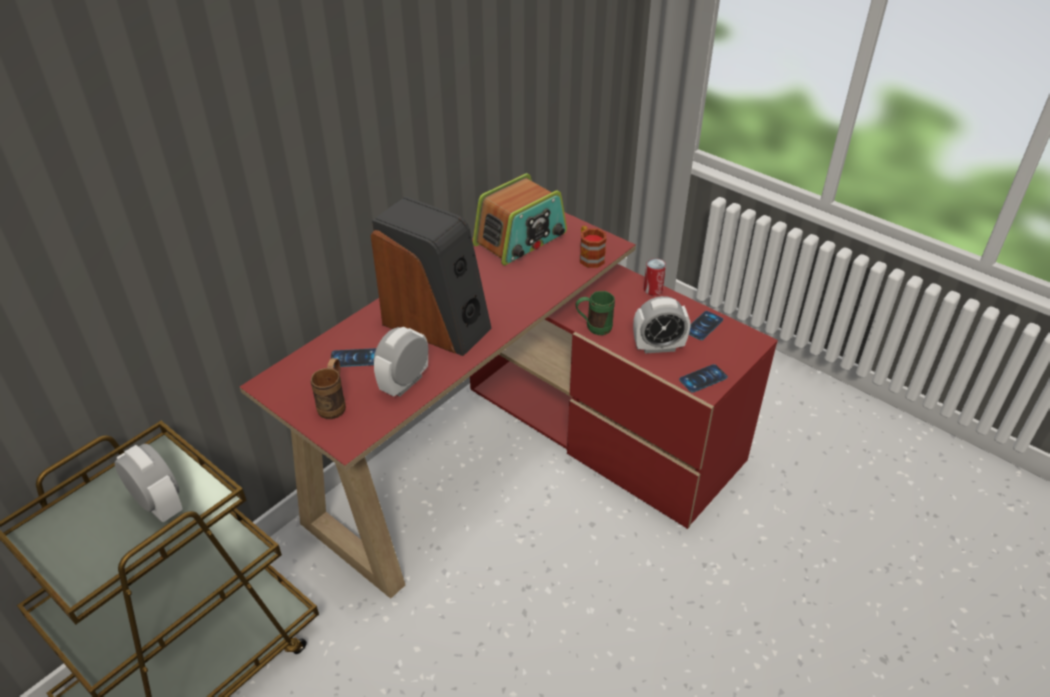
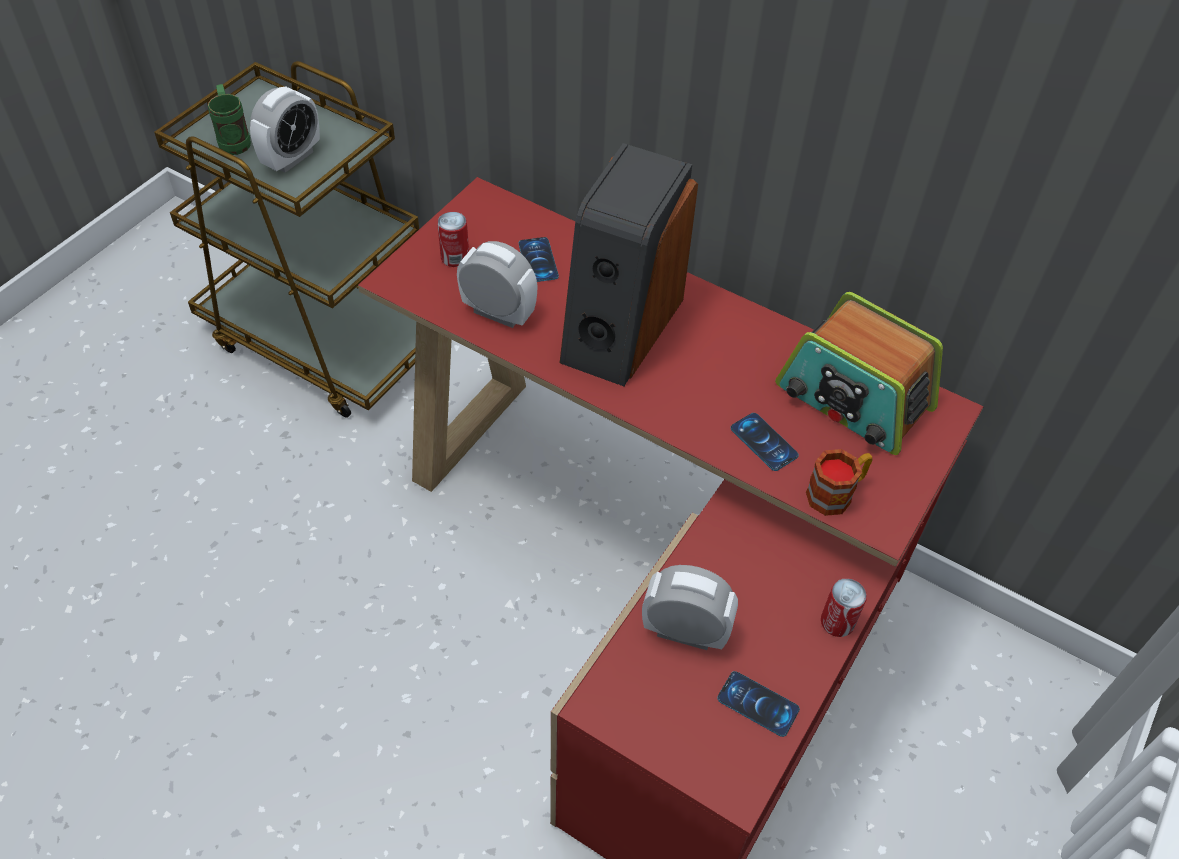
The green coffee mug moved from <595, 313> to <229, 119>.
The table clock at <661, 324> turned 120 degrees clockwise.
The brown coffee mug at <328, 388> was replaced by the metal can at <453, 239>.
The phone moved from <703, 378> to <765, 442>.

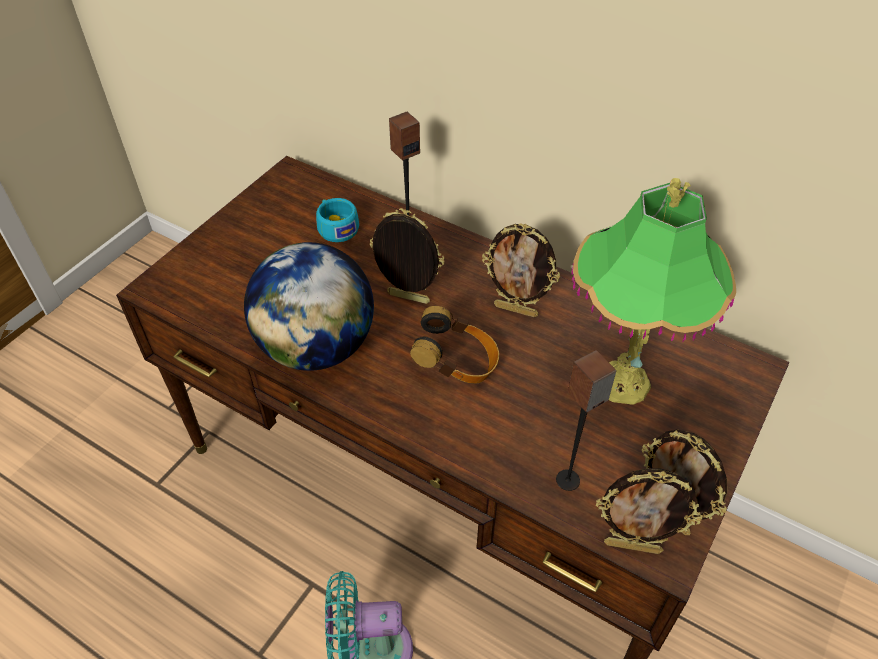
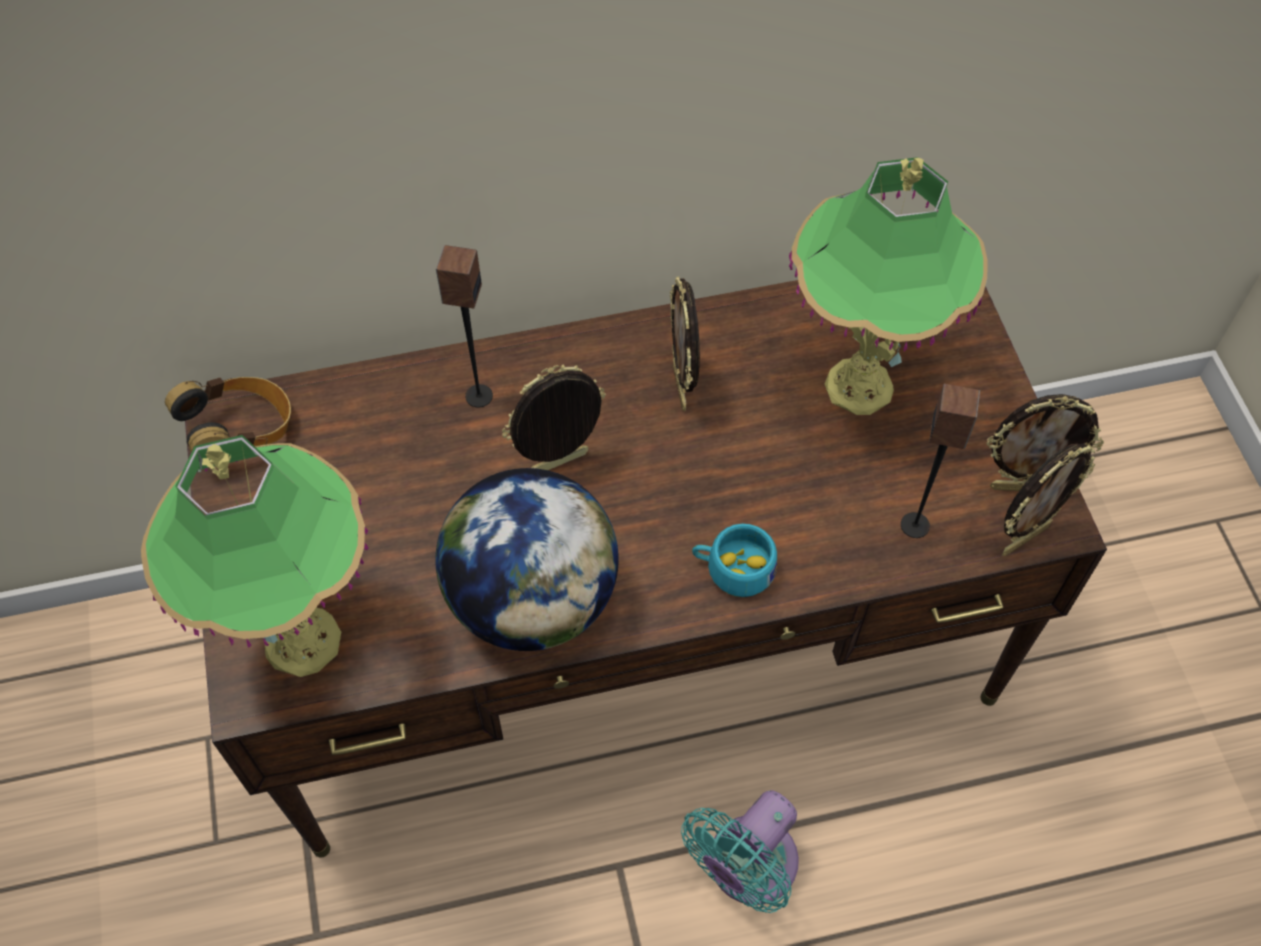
The turquoise cup moved from <337, 220> to <734, 560>.
The picture frame at <521, 271> turned 105 degrees clockwise.
The headphones moved from <454, 345> to <228, 414>.
The tabletop lamp at <255, 556> appeared.

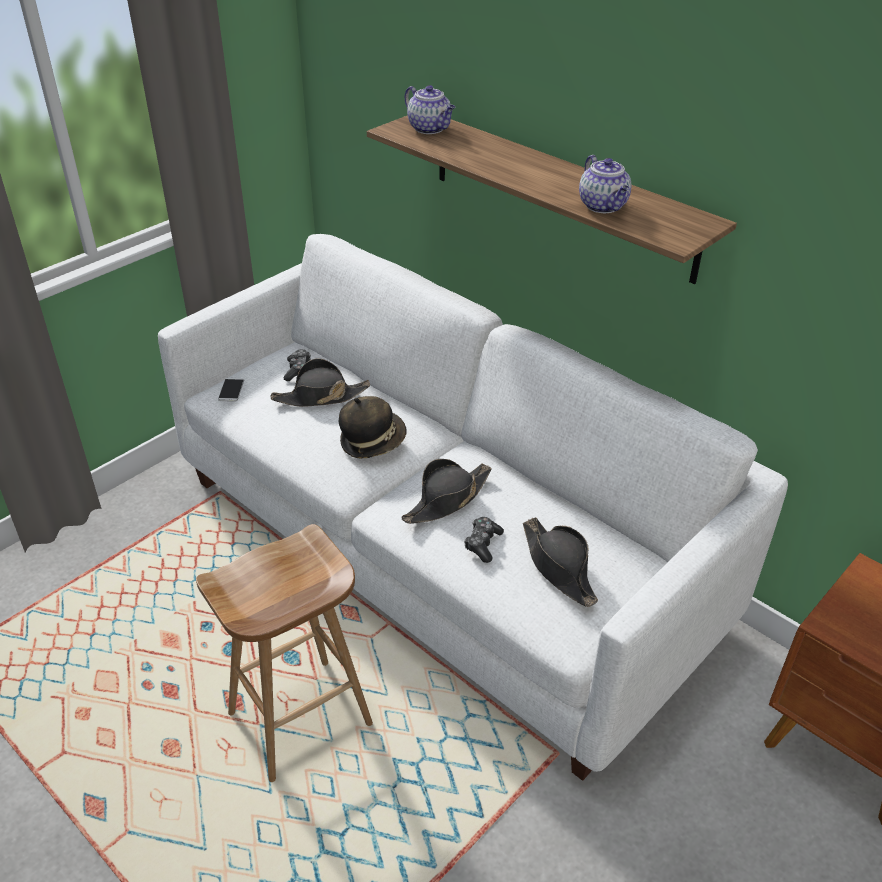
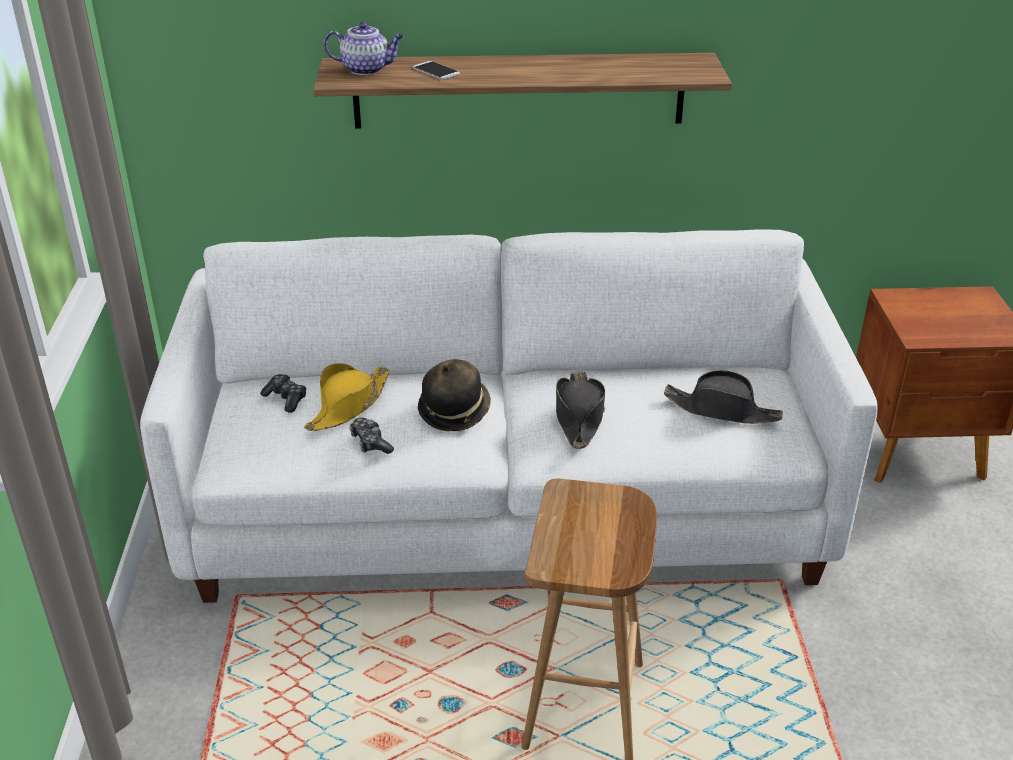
The tea pot at <605, 184> disappeared.
The black hat at <320, 382> became the yellowish hat at <347, 397>.
The phone moved from <231, 389> to <436, 70>.
The joypad moved from <484, 540> to <371, 436>.

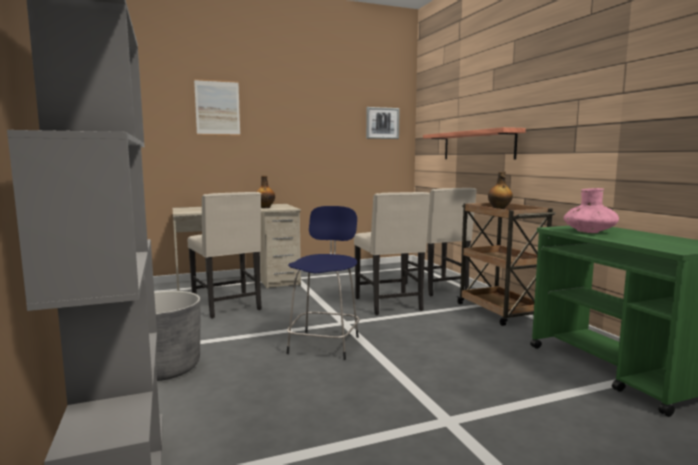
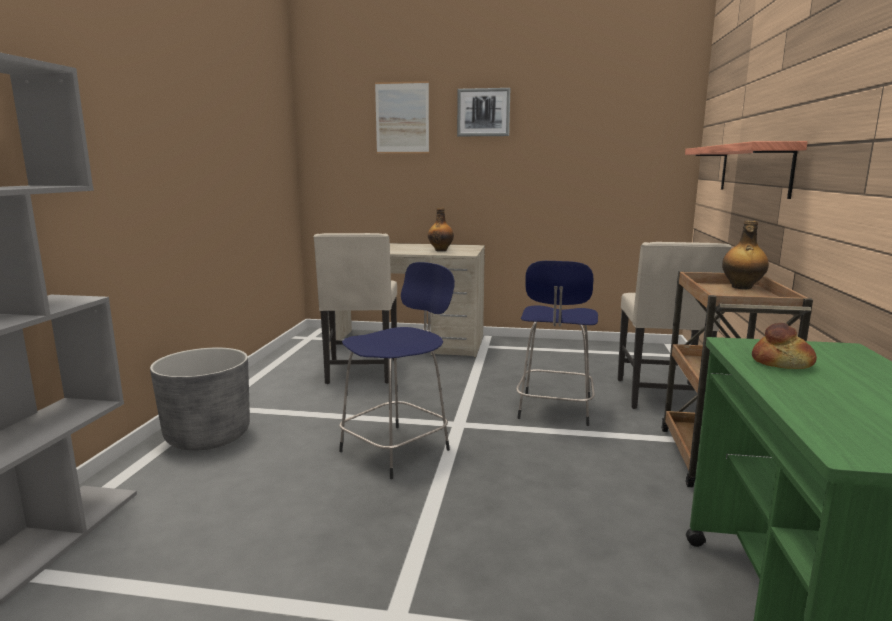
The wall art moved from <383, 123> to <483, 112>.
The pink decorative vase at <591, 210> was replaced by the bread at <784, 346>.
The sand-coloured chair at <392, 253> was replaced by the blue-coloured sitting stool at <557, 343>.

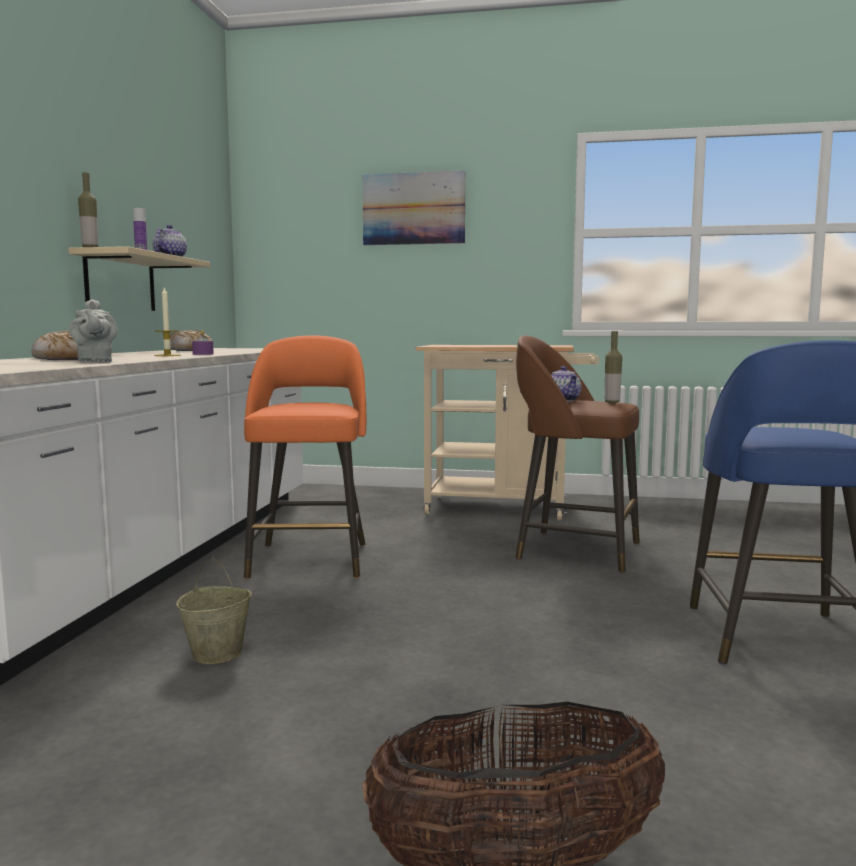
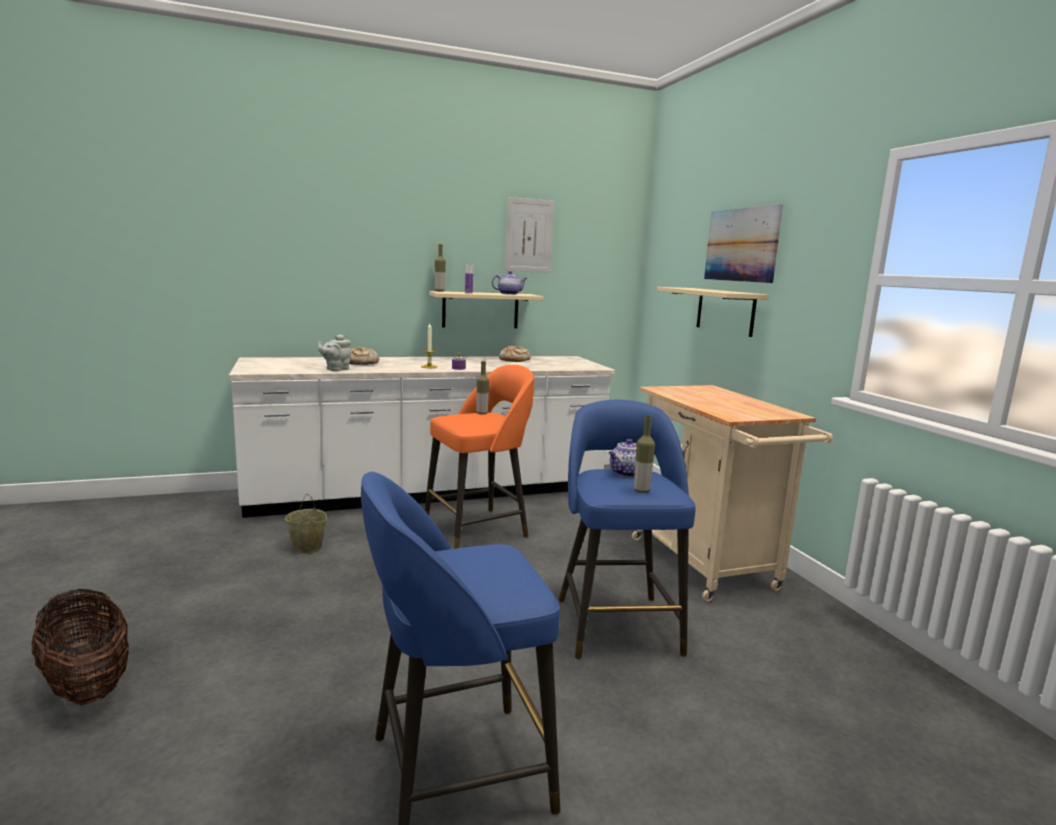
The brown sitting stool at <578, 454> became the blue-coloured sitting stool at <627, 529>.
The wall art at <529, 235> appeared.
The sand-coloured shelf at <712, 312> appeared.
The beverage bottle at <482, 388> appeared.

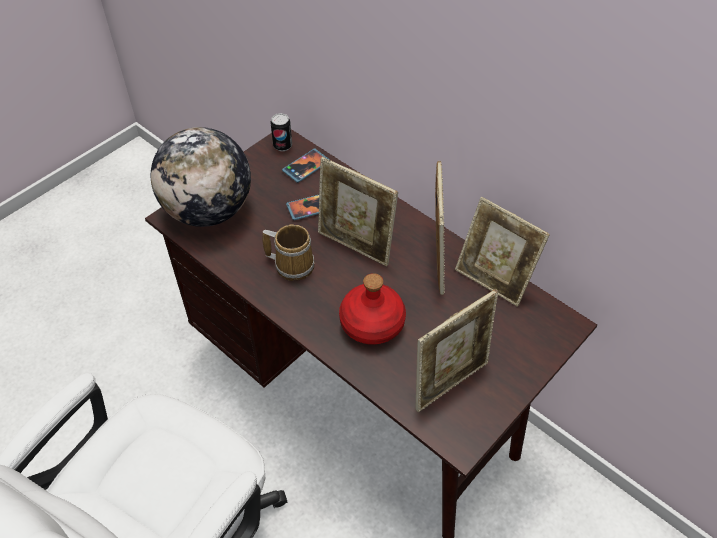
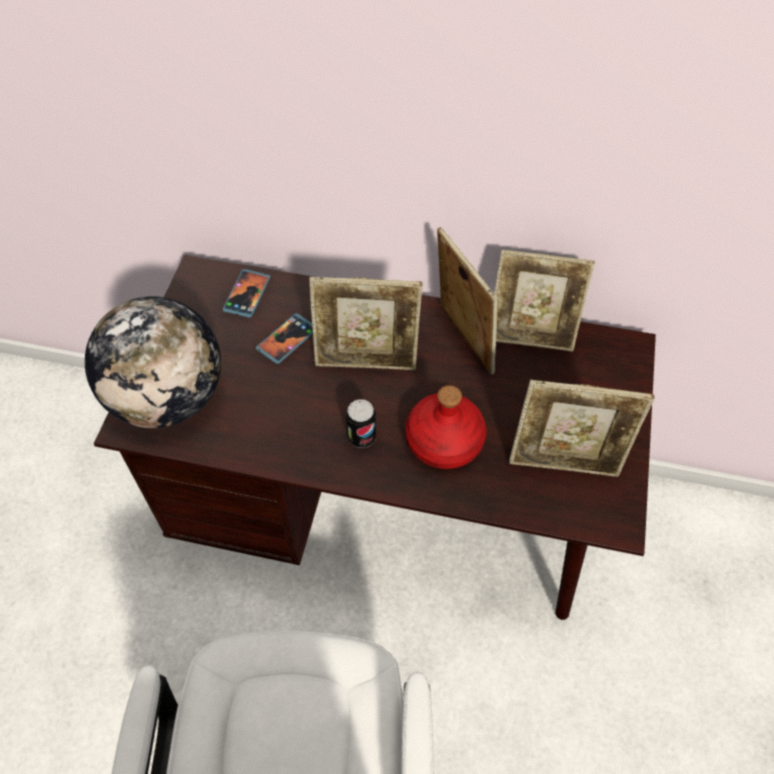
The metal can moved from <281, 132> to <361, 423>.
The coffee mug at <288, 252> disappeared.
The picture frame at <456, 350> turned 75 degrees clockwise.

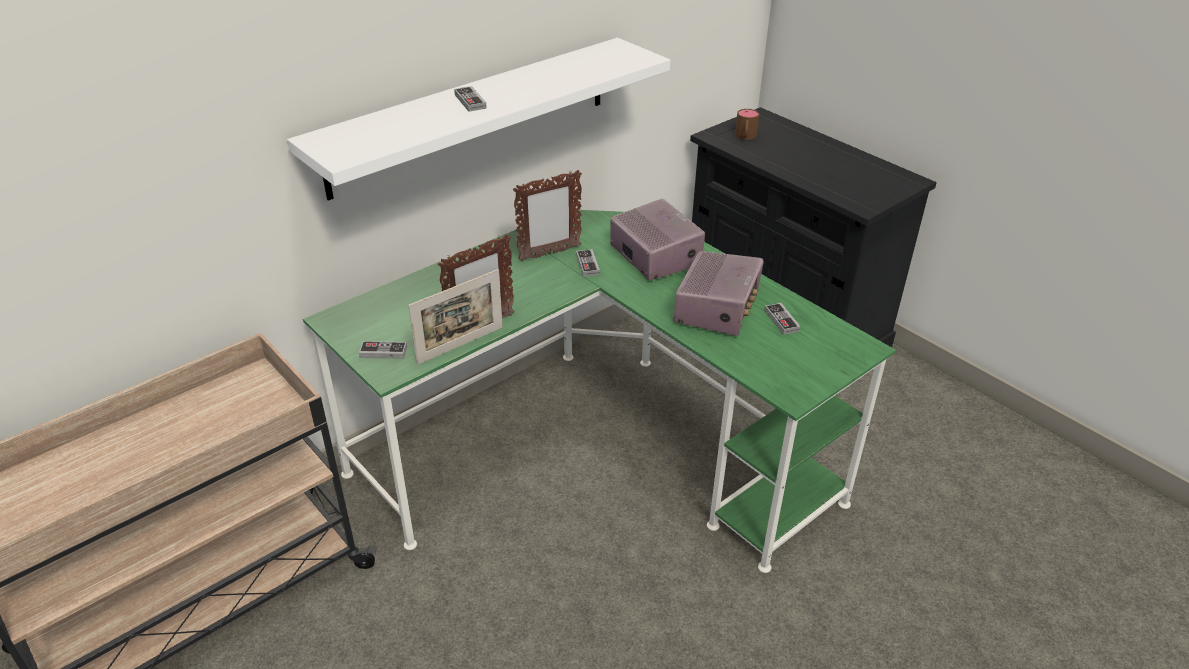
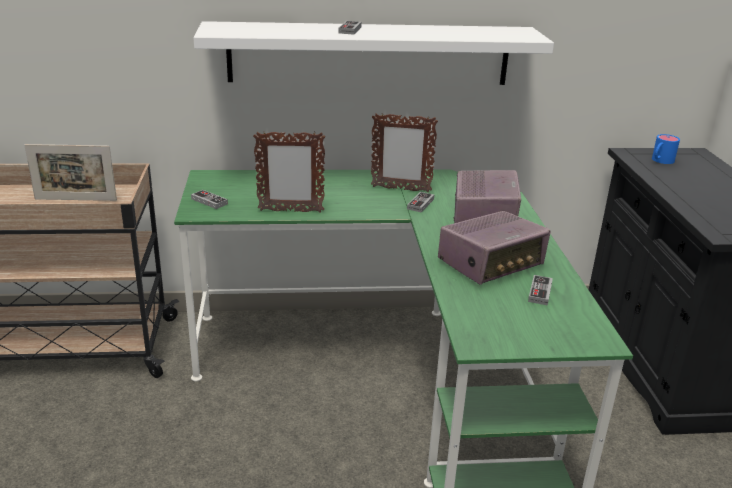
The brown coffee mug at <747, 124> became the blue-coloured coffee mug at <666, 149>.
The picture frame moved from <455, 317> to <70, 172>.

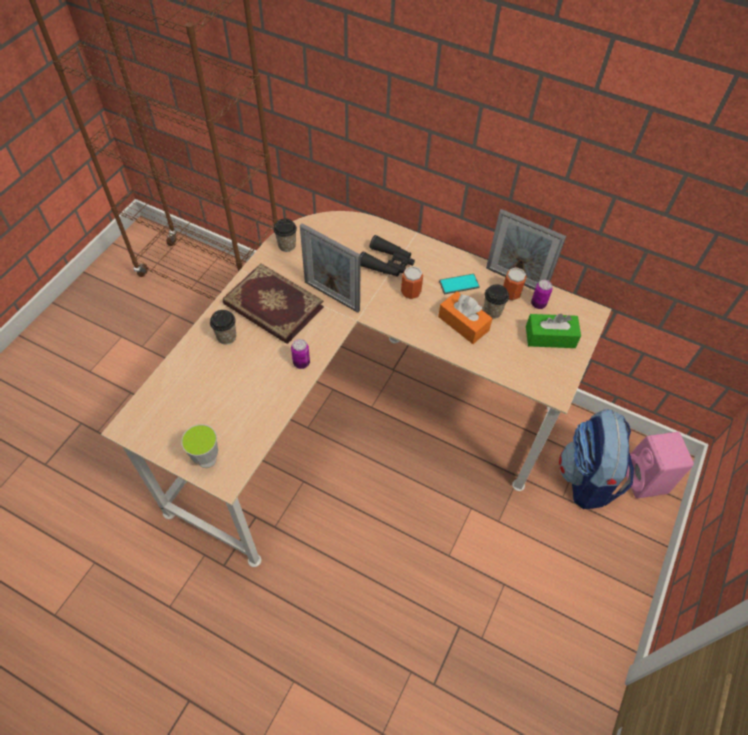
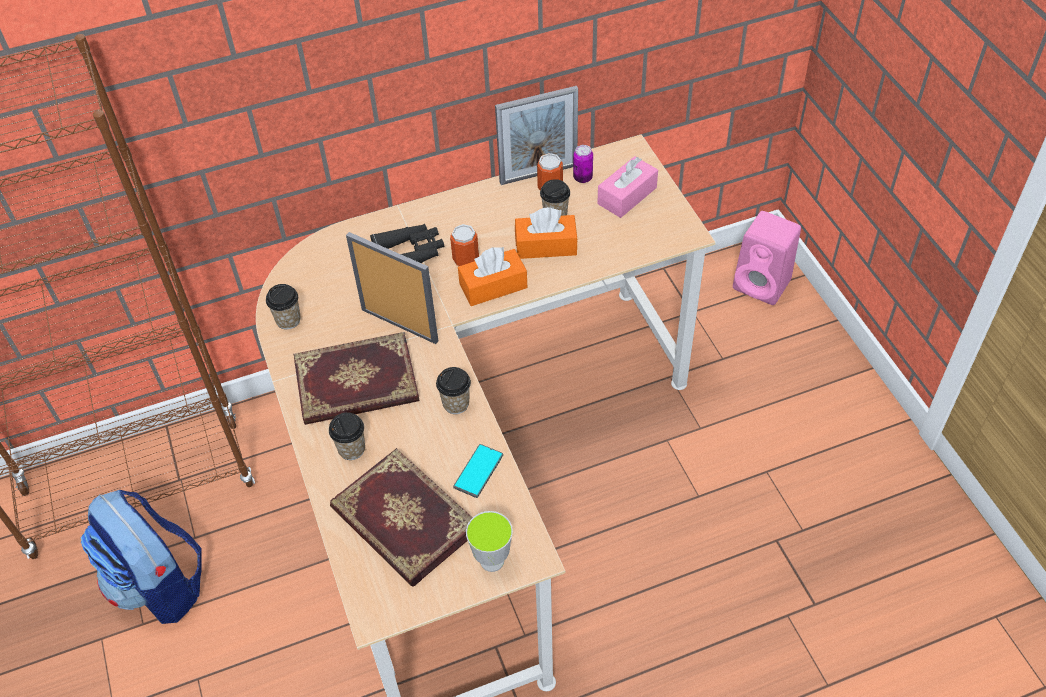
The picture frame at <330, 268> turned 135 degrees counterclockwise.
The phone moved from <459, 284> to <478, 471>.
The green tissue holder at <553, 331> became the pink tissue holder at <627, 187>.
The metal can at <300, 354> was replaced by the cup at <453, 390>.
The rucksack moved from <596, 459> to <141, 557>.
The orange tissue holder at <492, 276> appeared.
The volume at <401, 517> appeared.

